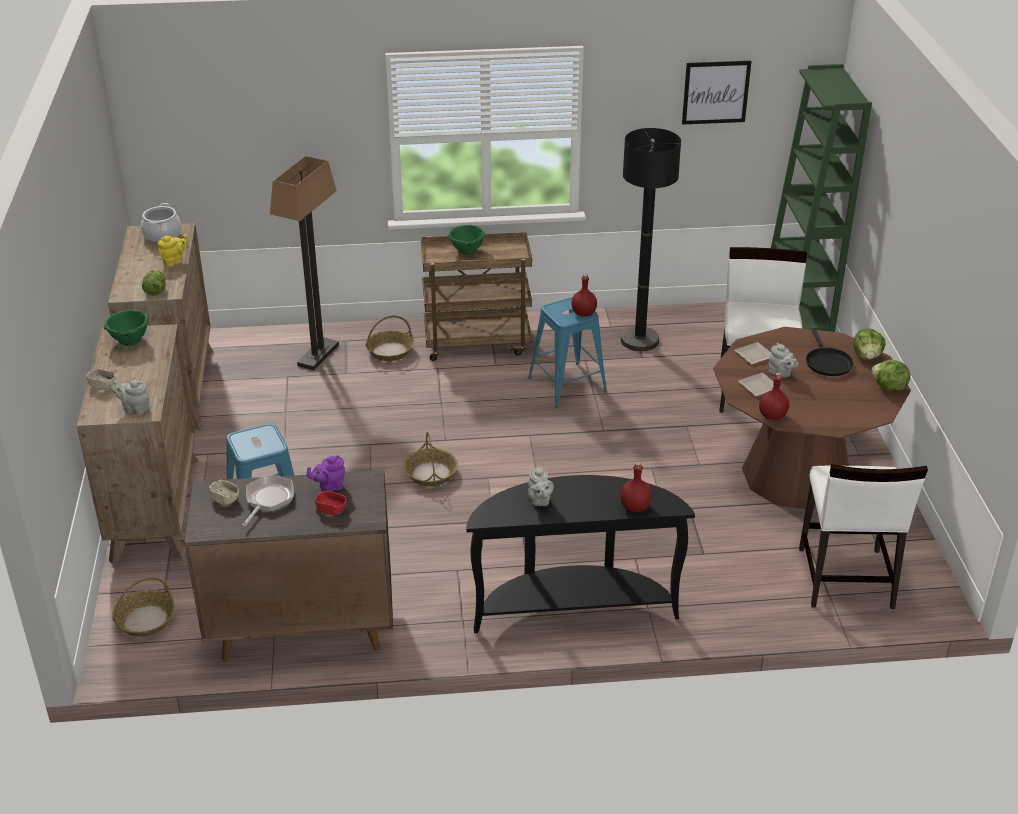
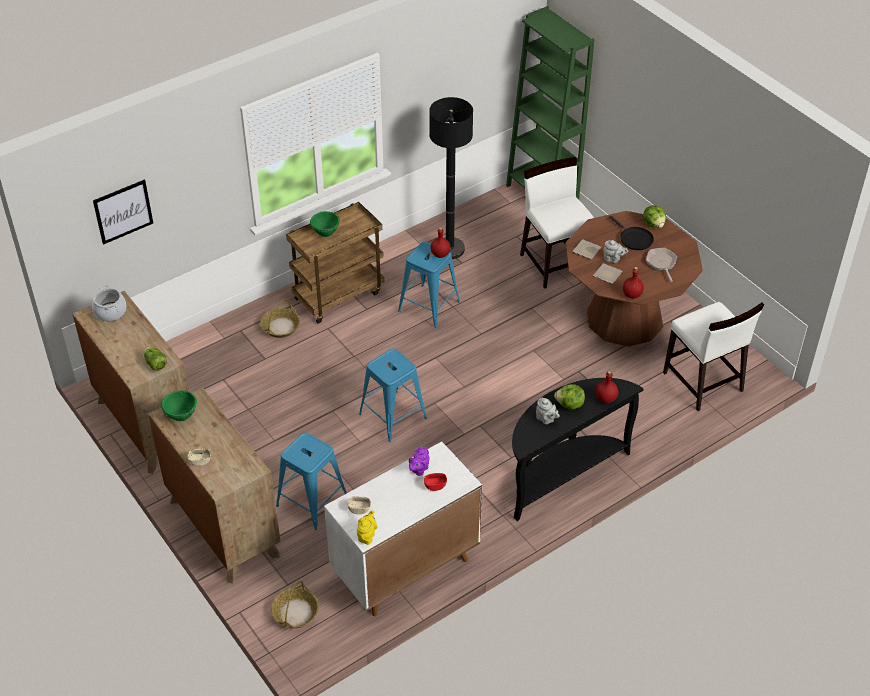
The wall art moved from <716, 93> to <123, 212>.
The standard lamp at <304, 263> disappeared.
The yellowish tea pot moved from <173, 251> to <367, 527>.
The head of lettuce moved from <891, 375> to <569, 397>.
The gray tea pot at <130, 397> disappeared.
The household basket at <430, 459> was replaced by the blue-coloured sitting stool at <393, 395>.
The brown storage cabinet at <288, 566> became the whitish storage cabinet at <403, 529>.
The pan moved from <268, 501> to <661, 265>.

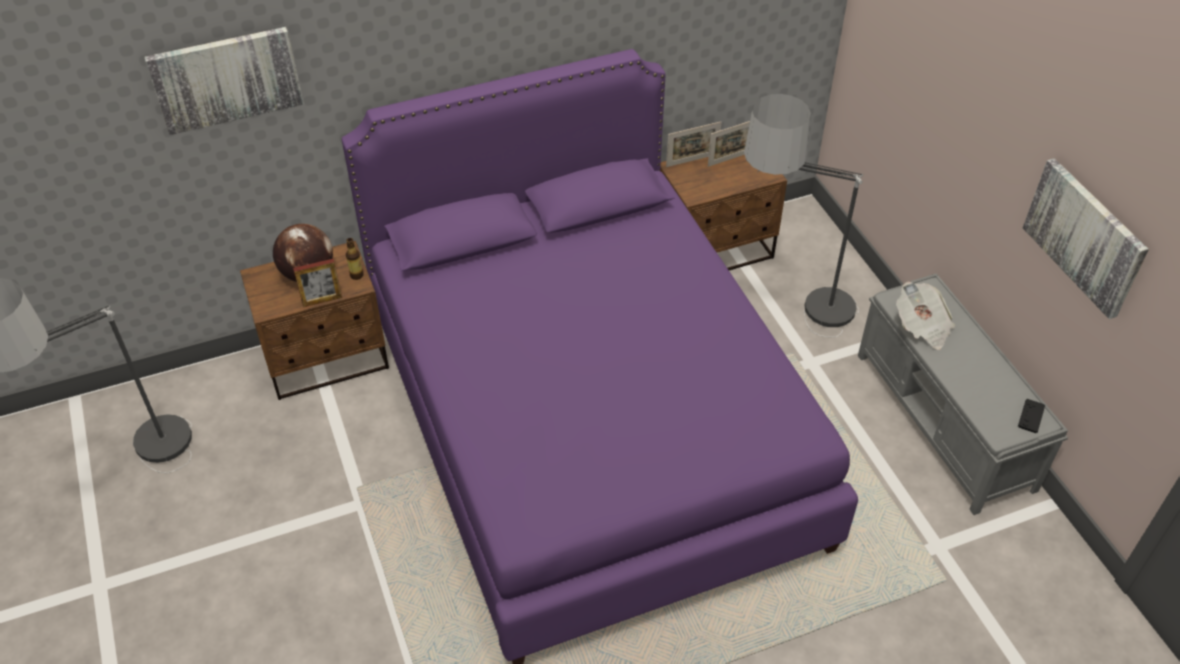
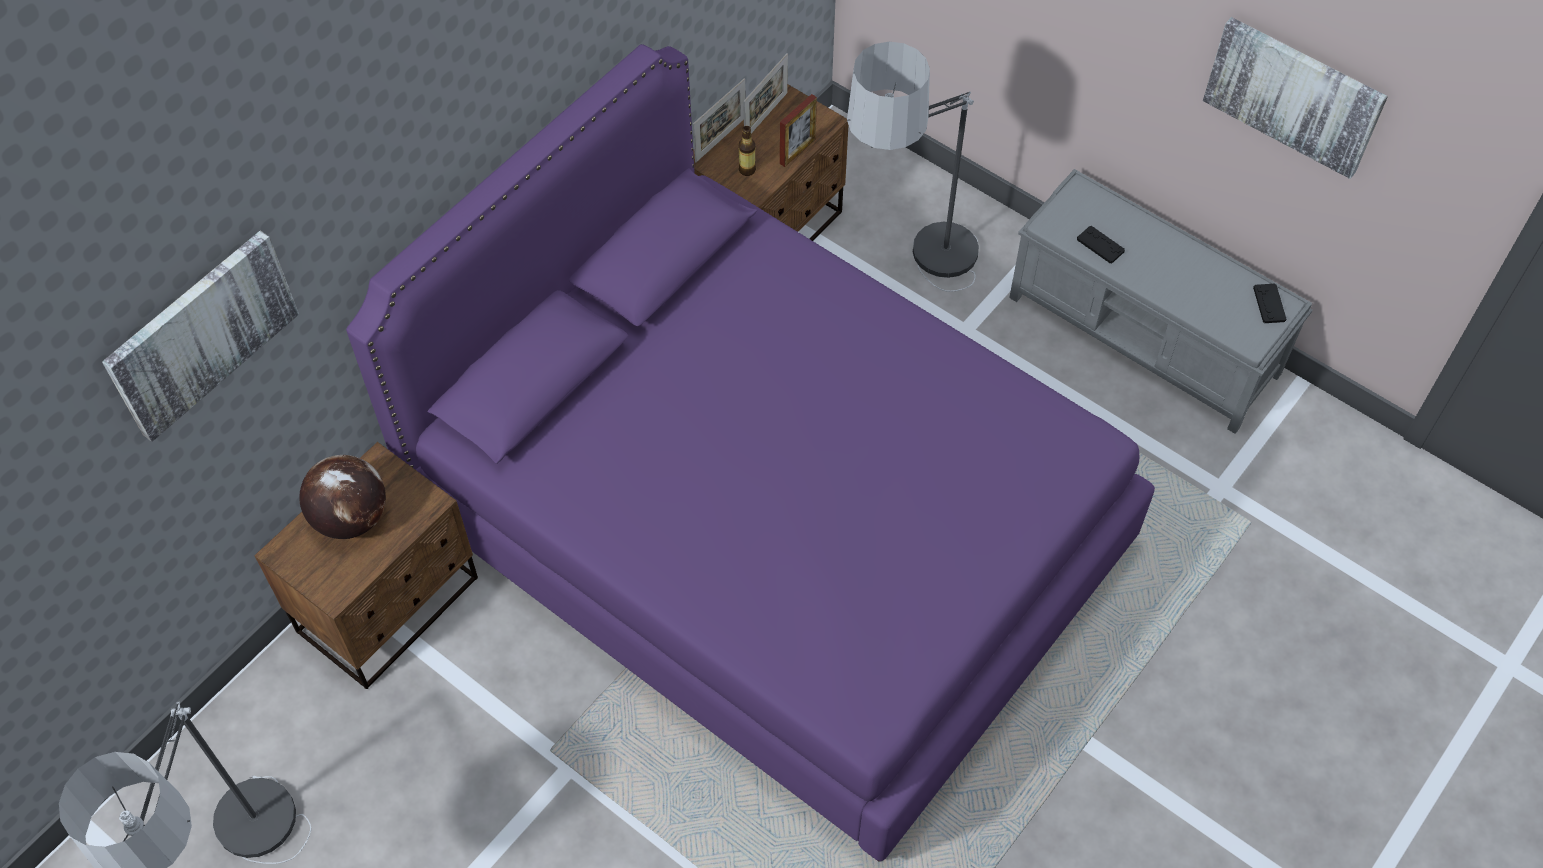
The beverage bottle moved from <355, 259> to <747, 151>.
The picture frame moved from <317, 283> to <798, 130>.
The printed paper at <925, 315> was replaced by the black joypad at <1101, 244>.

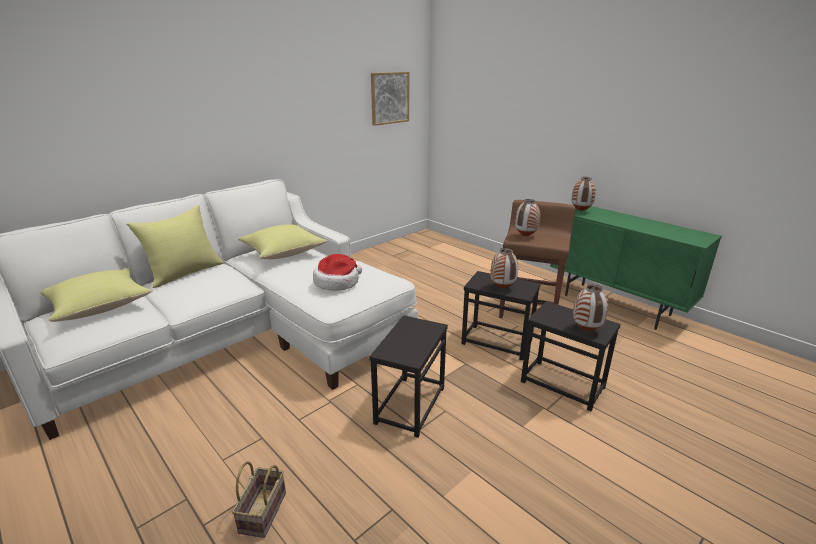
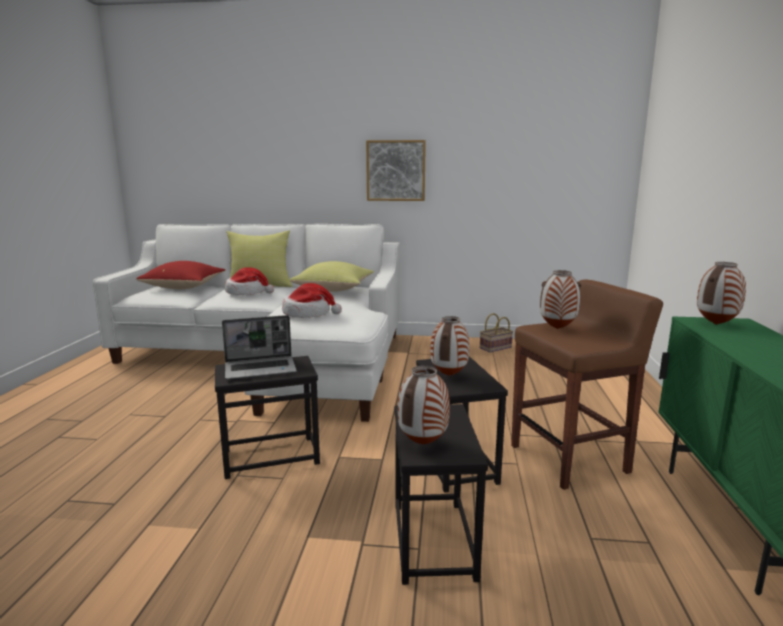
The wall art moved from <390, 99> to <396, 170>.
The yellowish pillow at <97, 295> became the red-coloured pillow at <181, 275>.
The household basket moved from <259, 499> to <496, 332>.
The hat at <249, 281> appeared.
The laptop at <259, 347> appeared.

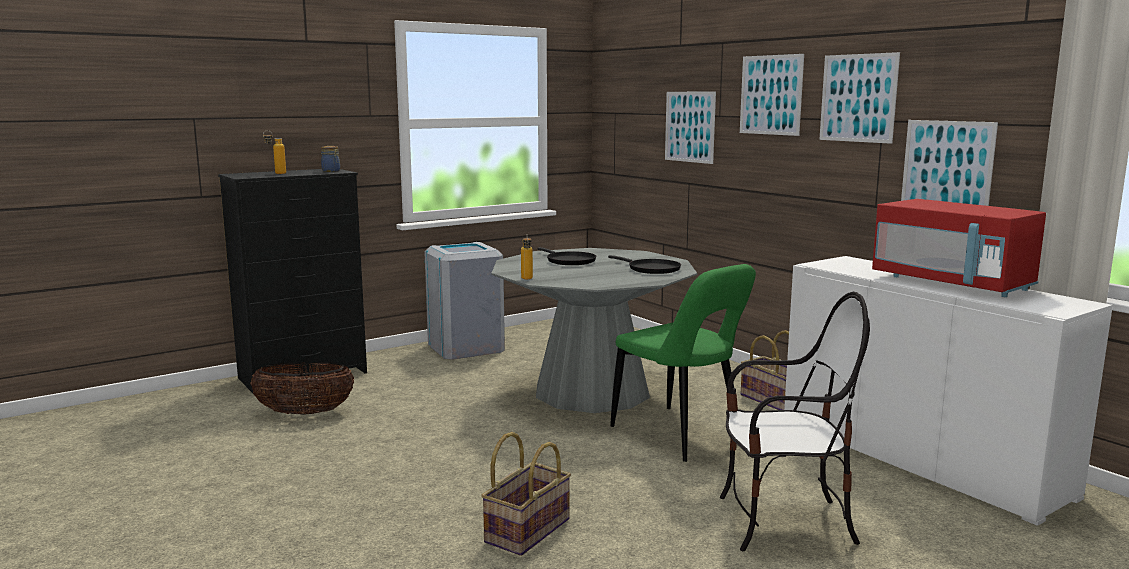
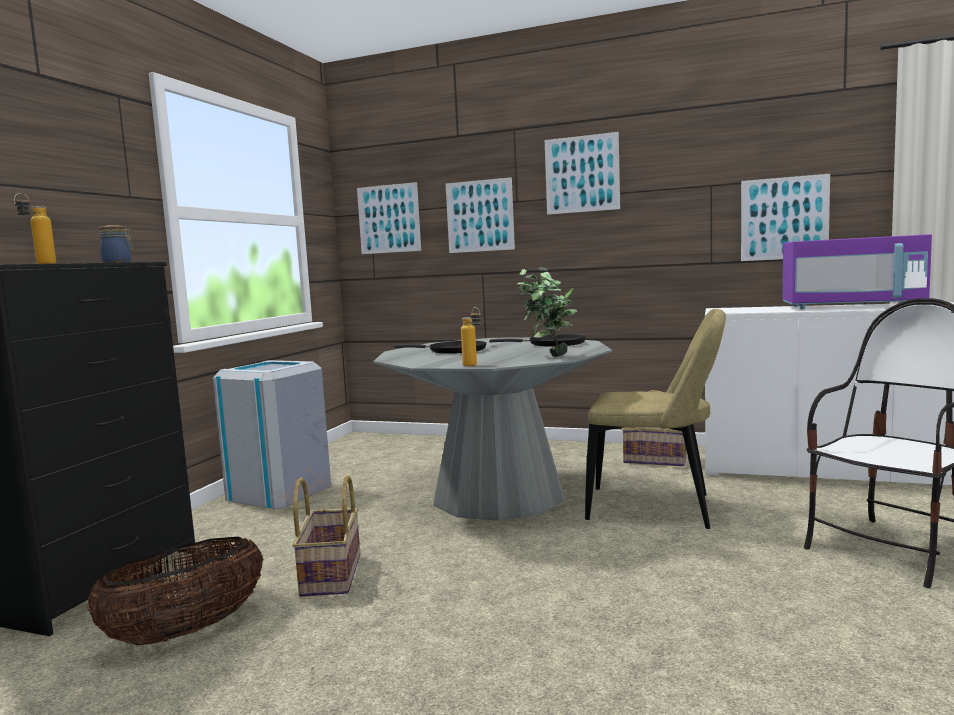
The wall art moved from <859, 98> to <389, 218>.
The red-coloured microwave oven at <959, 248> became the purplish microwave oven at <857, 271>.
The green chair at <683, 363> became the sand-coloured chair at <655, 419>.
The household basket moved from <526, 494> to <326, 536>.
The potted plant at <547, 312> appeared.

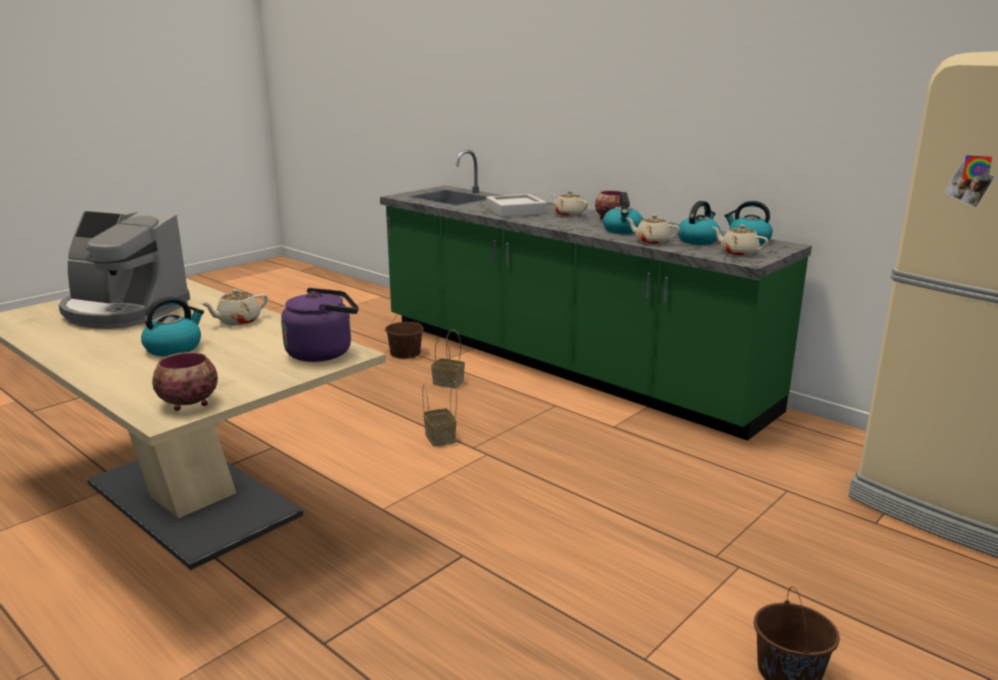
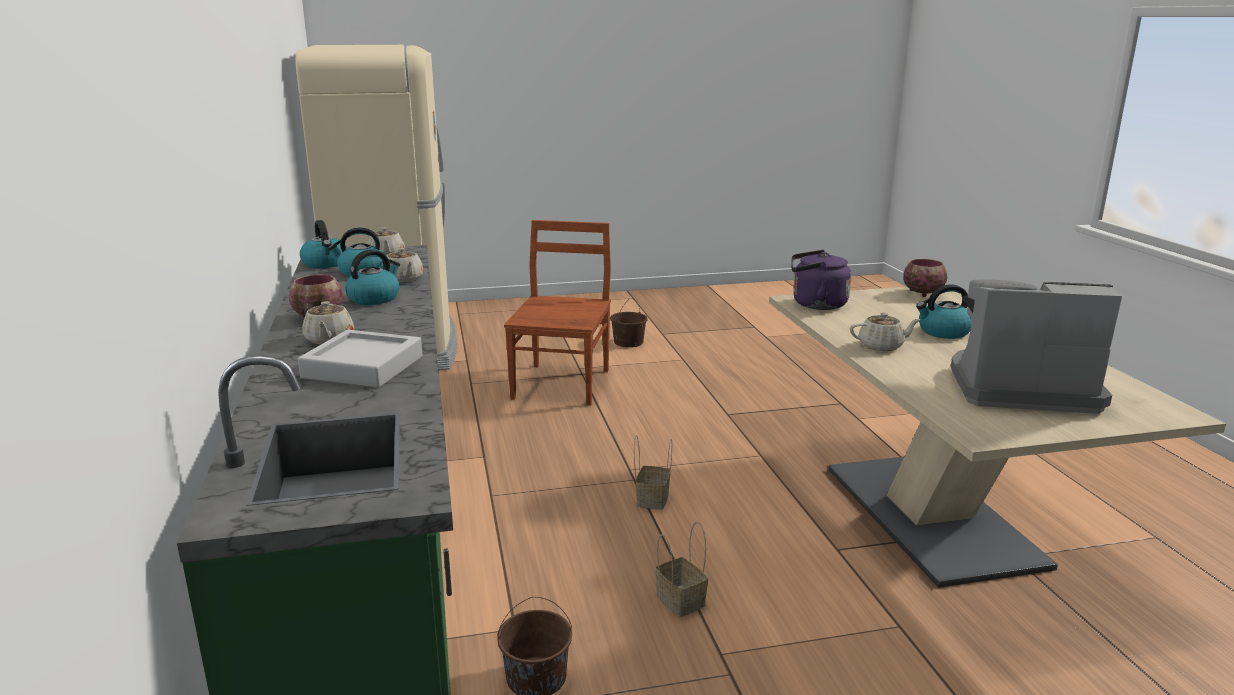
The coffee brewer at <124, 268> turned 45 degrees counterclockwise.
The household basket moved from <448, 358> to <681, 569>.
The brown chair at <557, 313> appeared.

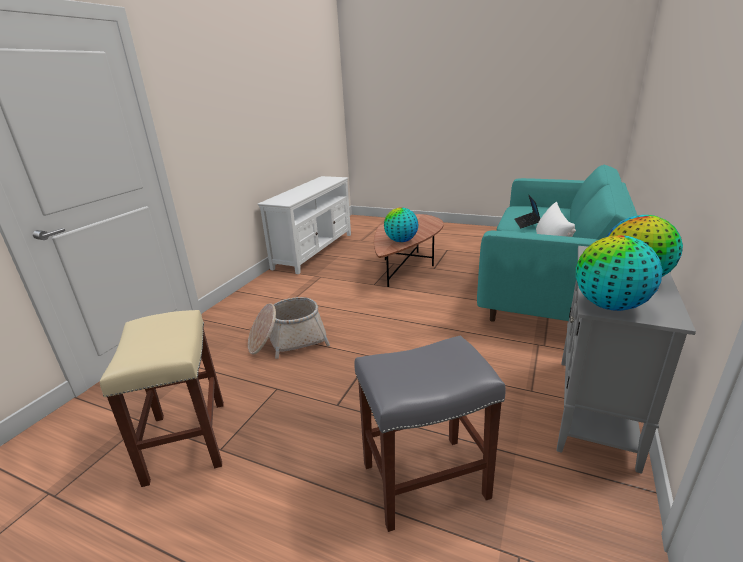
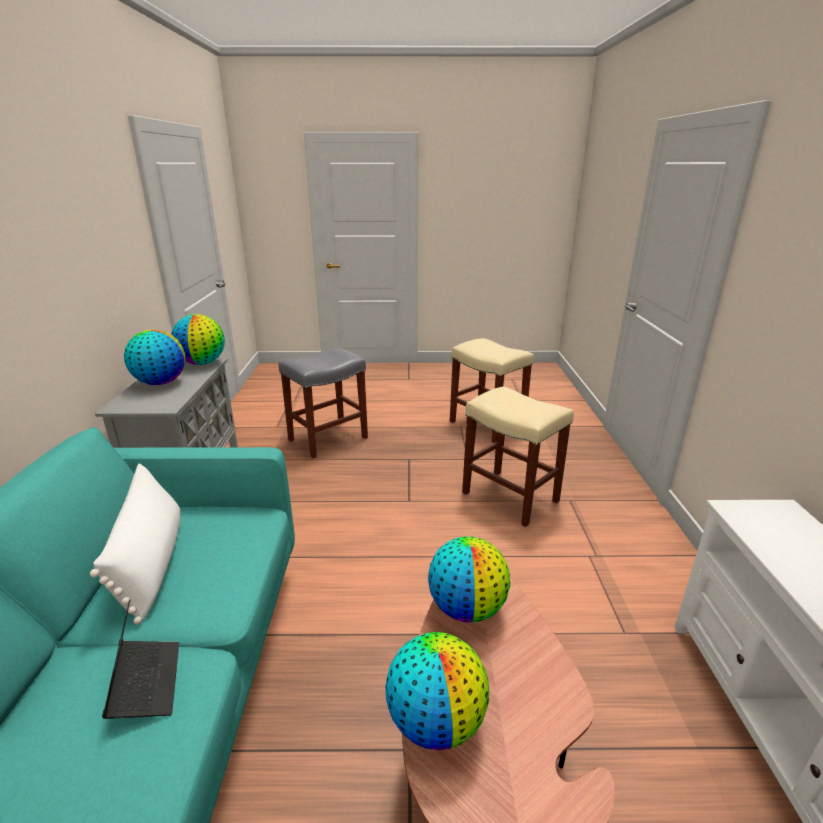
The household basket at <289, 328> was replaced by the sand-coloured sitting stool at <518, 456>.
The globe at <437, 691> appeared.

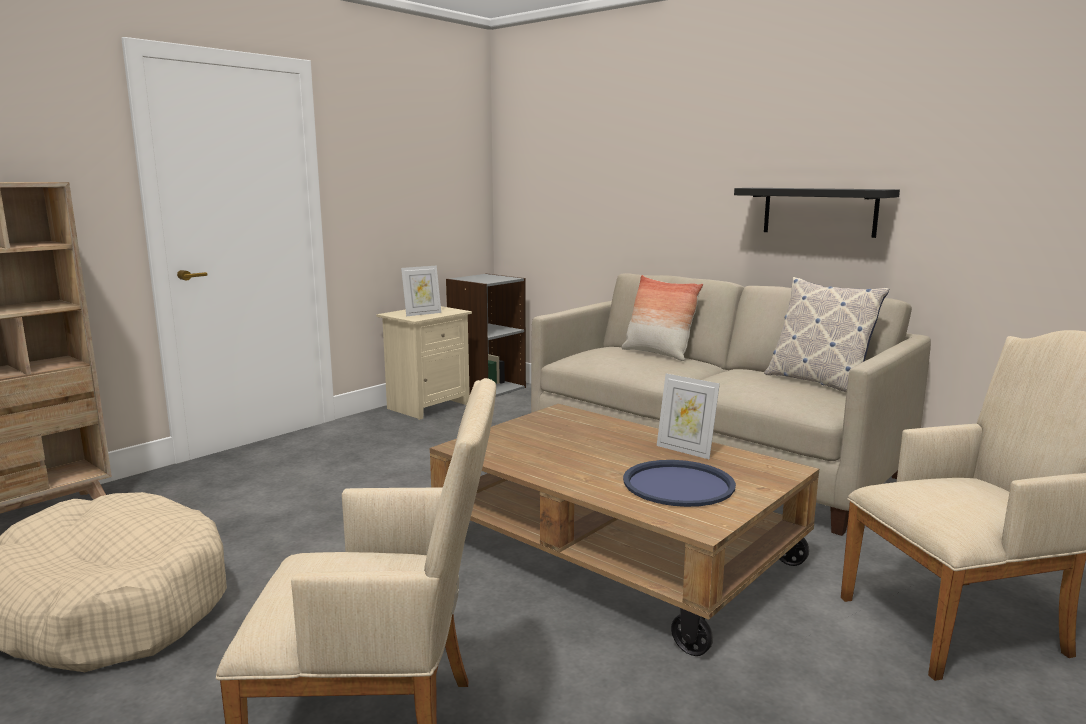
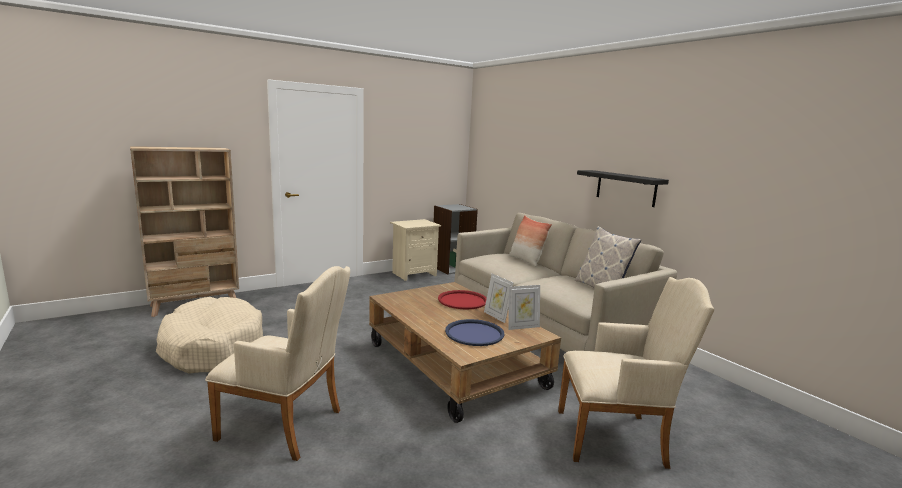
The picture frame moved from <421, 291> to <524, 307>.
The red-coloured serving tray at <462, 300> appeared.

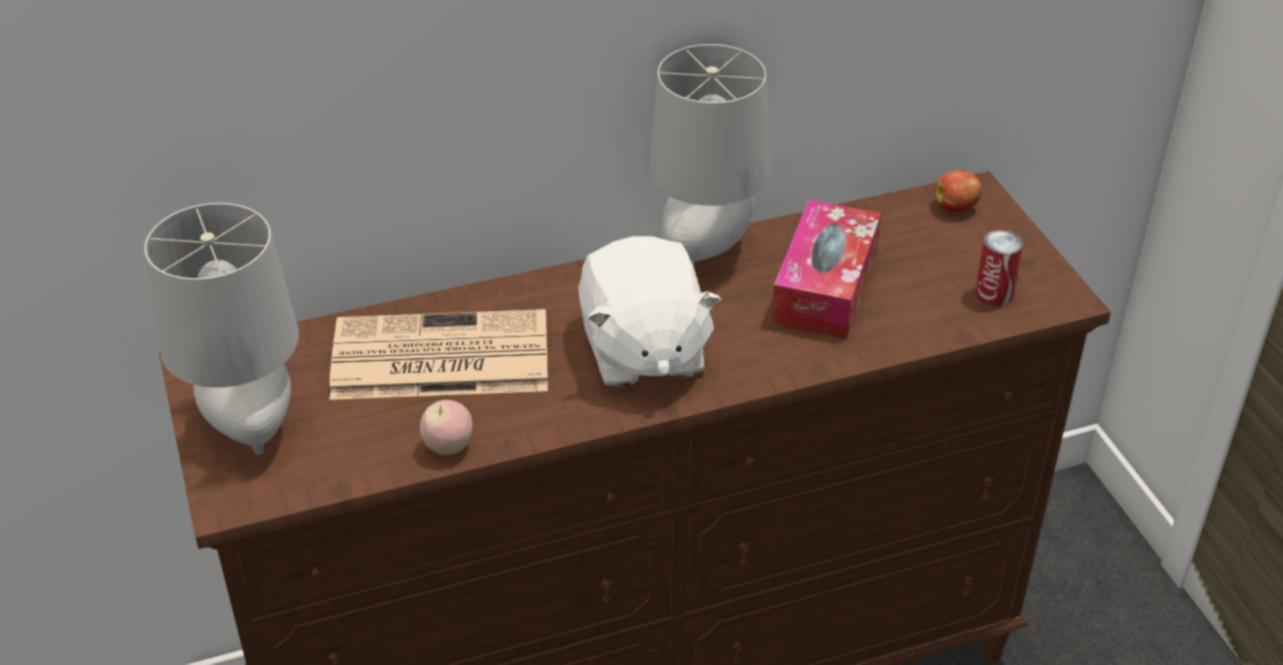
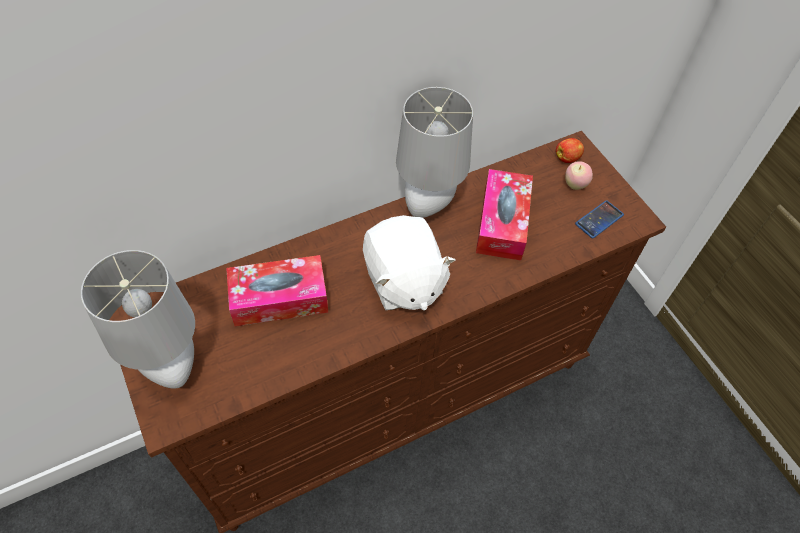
The metal can at <999, 268> was replaced by the phone at <599, 219>.
The printed paper at <438, 354> was replaced by the tissue holder at <277, 290>.
The apple fruit moved from <446, 427> to <579, 175>.

